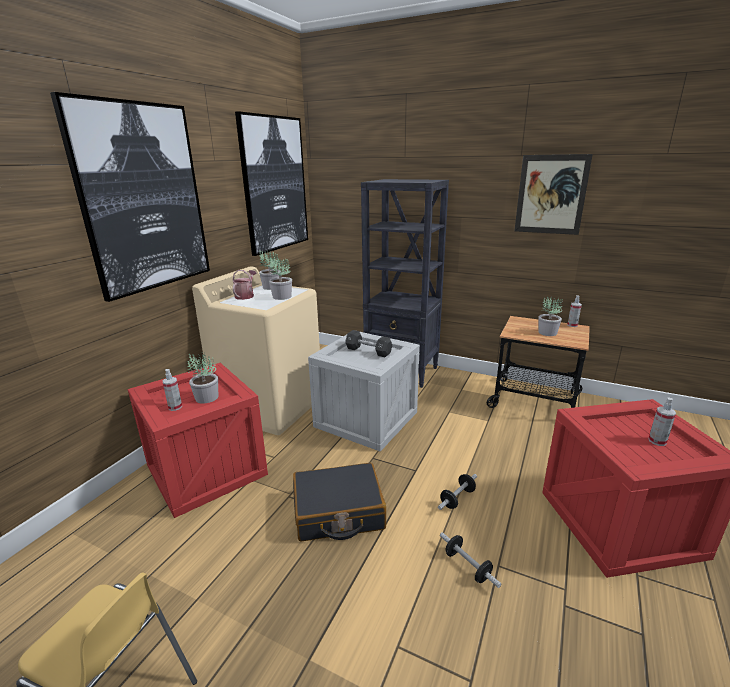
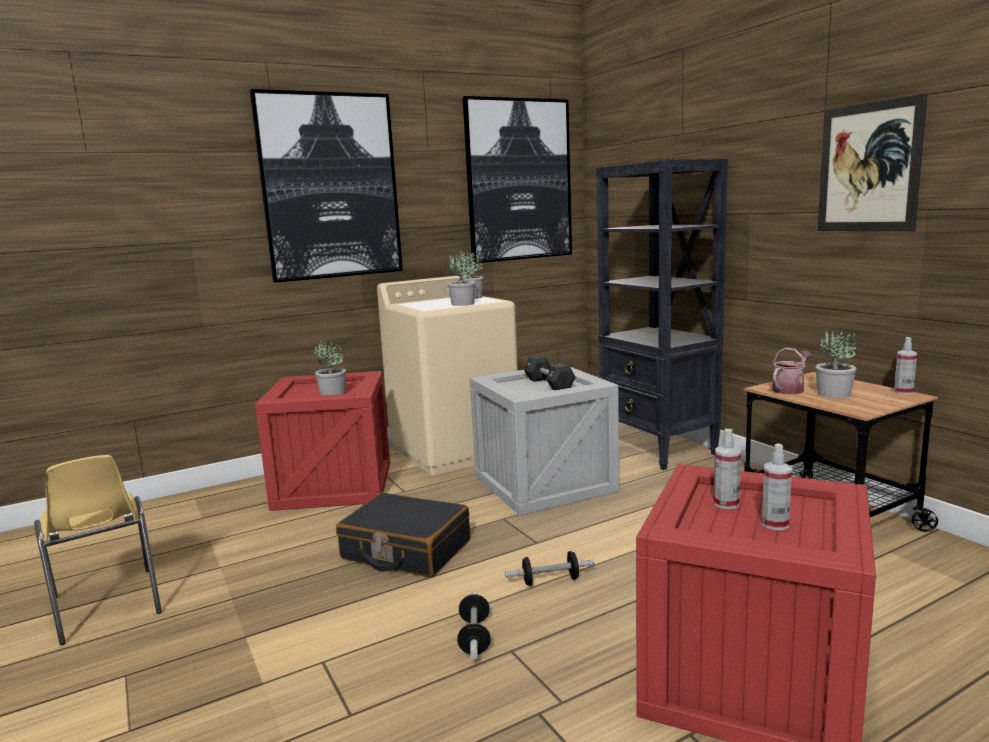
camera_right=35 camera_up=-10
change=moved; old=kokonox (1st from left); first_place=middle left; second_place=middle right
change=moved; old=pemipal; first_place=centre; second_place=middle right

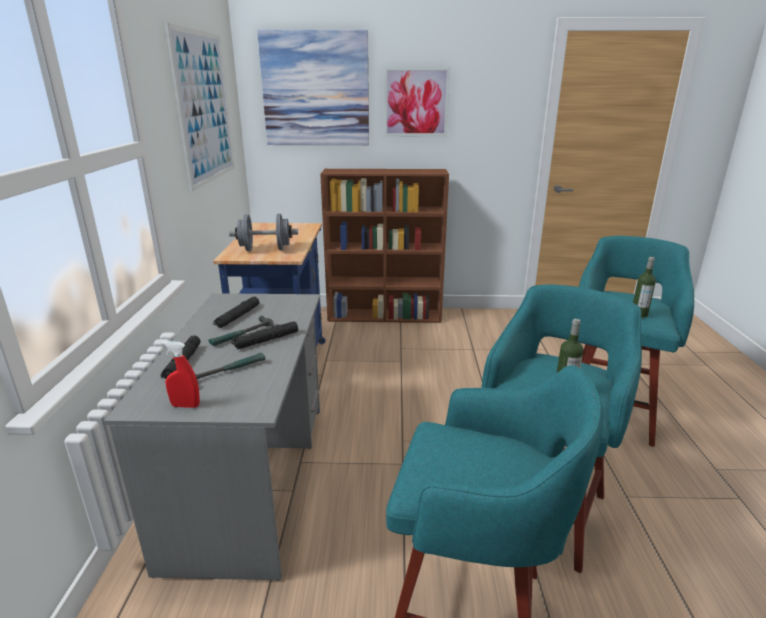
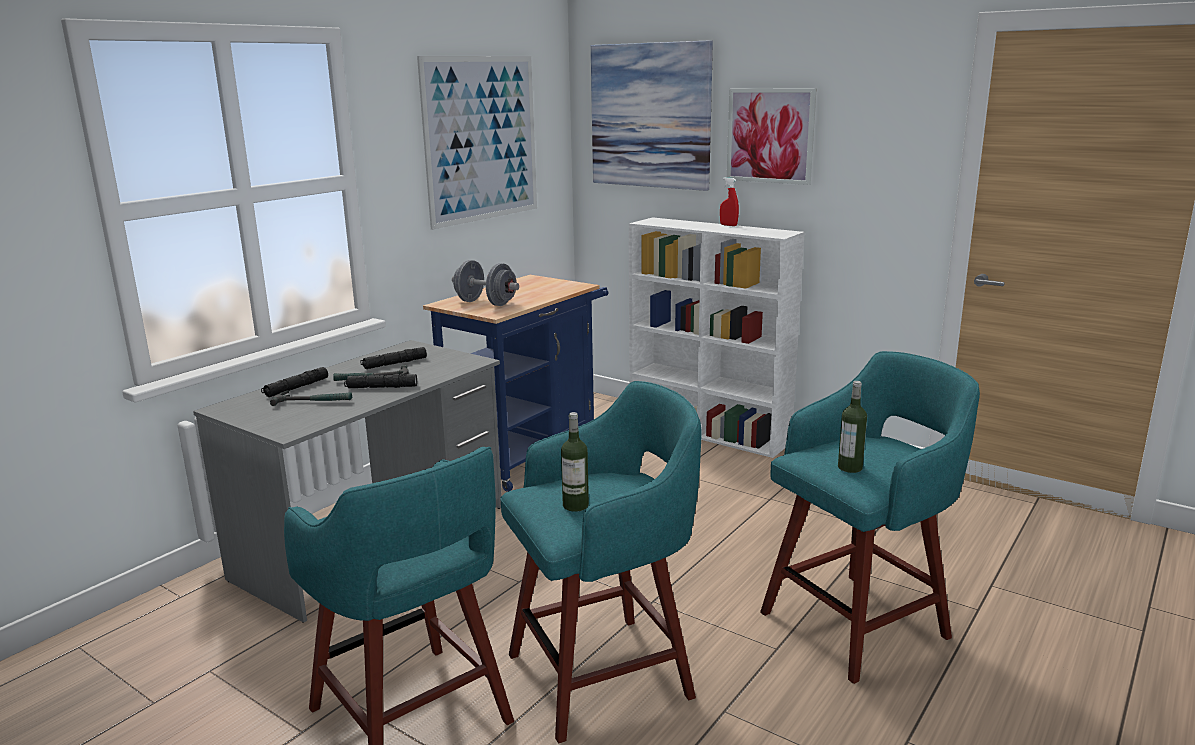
camera_right=35 camera_up=-5
change=recoloured; old=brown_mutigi; new=white_mutigi; first_place=centre; second_place=centre
change=moved; old=red_kokonox; first_place=middle left; second_place=top centre

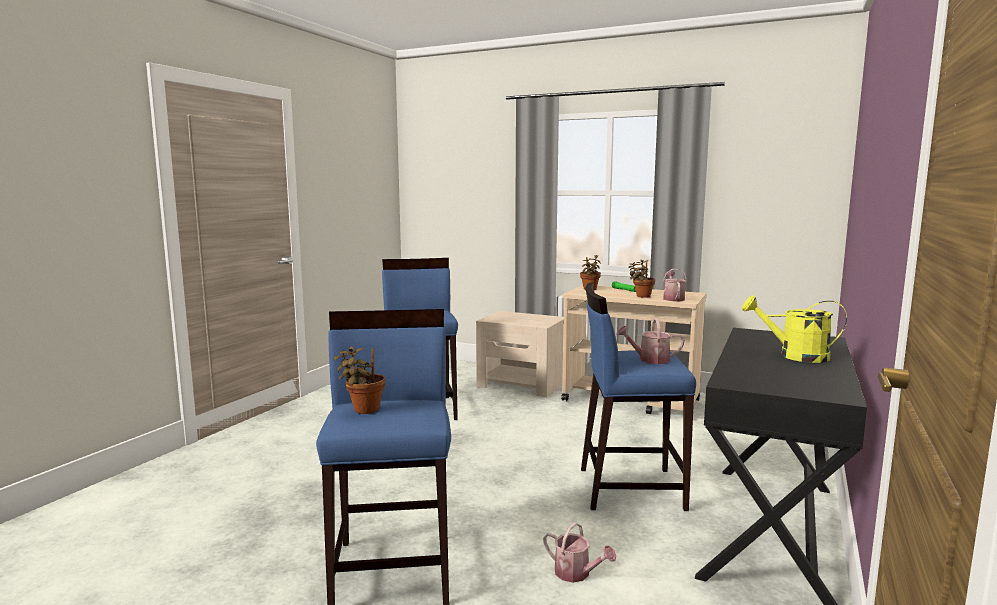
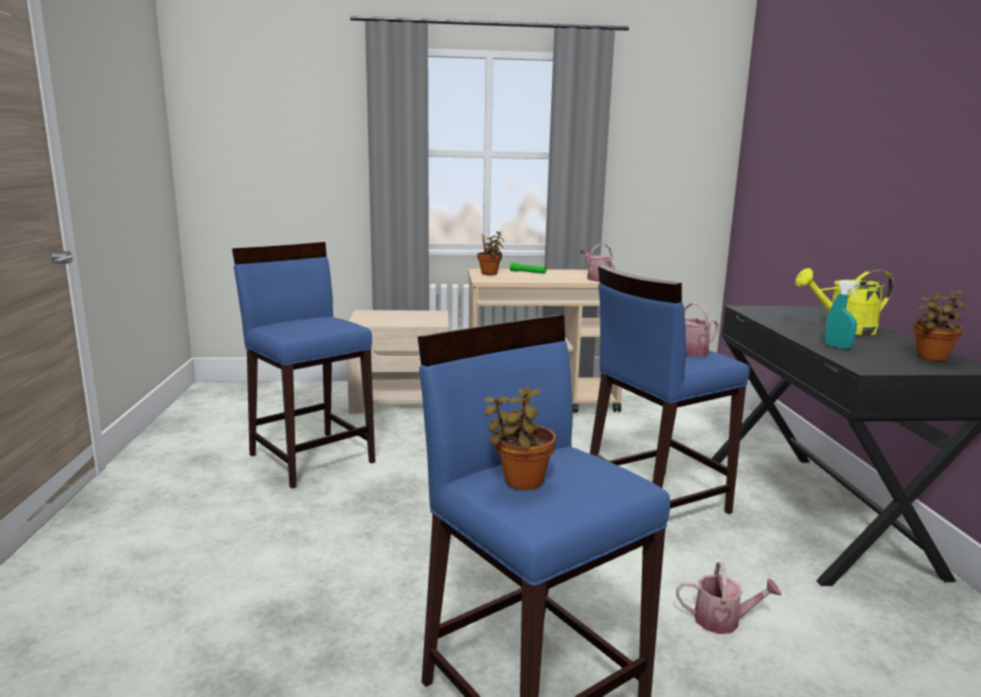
camera_right=-30 camera_up=5
change=added; new=turquoise_kokonox; second_place=middle right
change=moved; old=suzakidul (3rd from left); first_place=centre; second_place=middle right

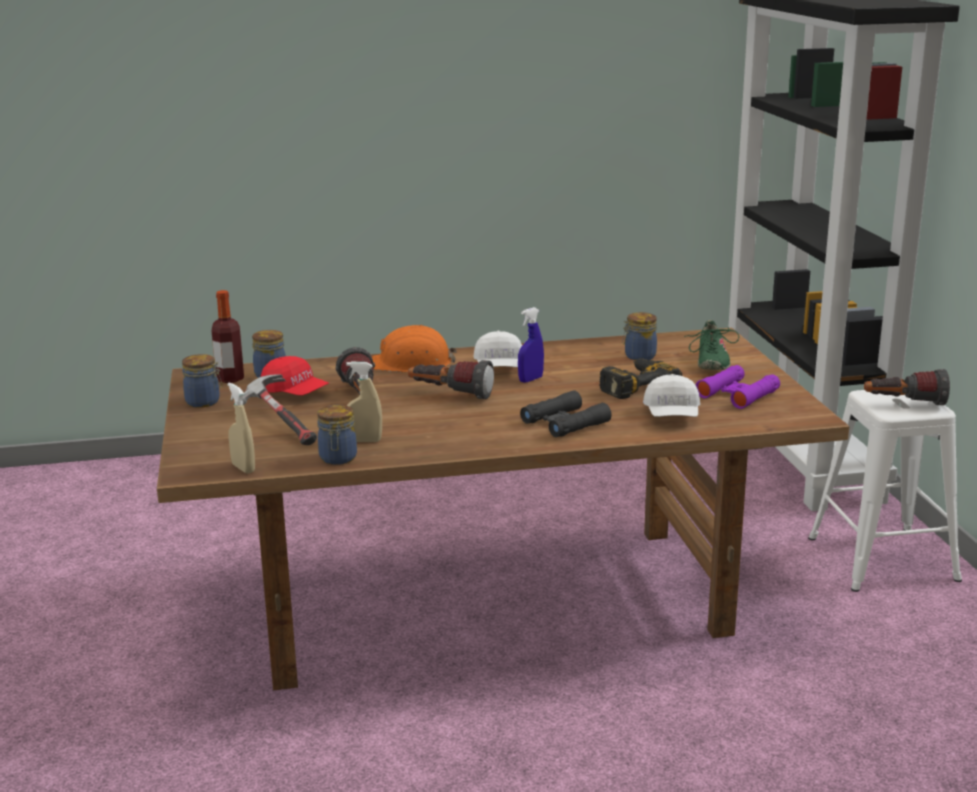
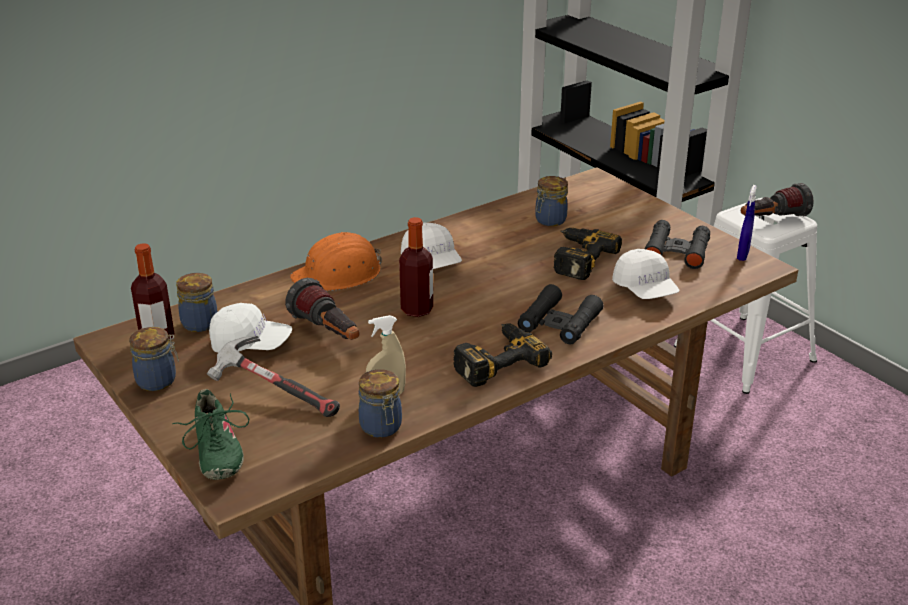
camera_right=-25 camera_up=10
change=moved; old=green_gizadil; first_place=middle right; second_place=bottom left
change=recoloured; old=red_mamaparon; new=white_mamaparon (1st from left); first_place=middle left; second_place=middle left
change=replaced; old=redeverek (2nd from left); new=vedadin (2nd from left); first_place=centre; second_place=centre
change=added; new=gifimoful (1st from left); second_place=centre
change=recoloured; old=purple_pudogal; new=black_pudogal (2nd from left); first_place=middle right; second_place=middle right
change=moved; old=blue_kokonox; first_place=centre; second_place=middle right
change=removed; old=beige_kokonox (1st from left); first_place=middle left

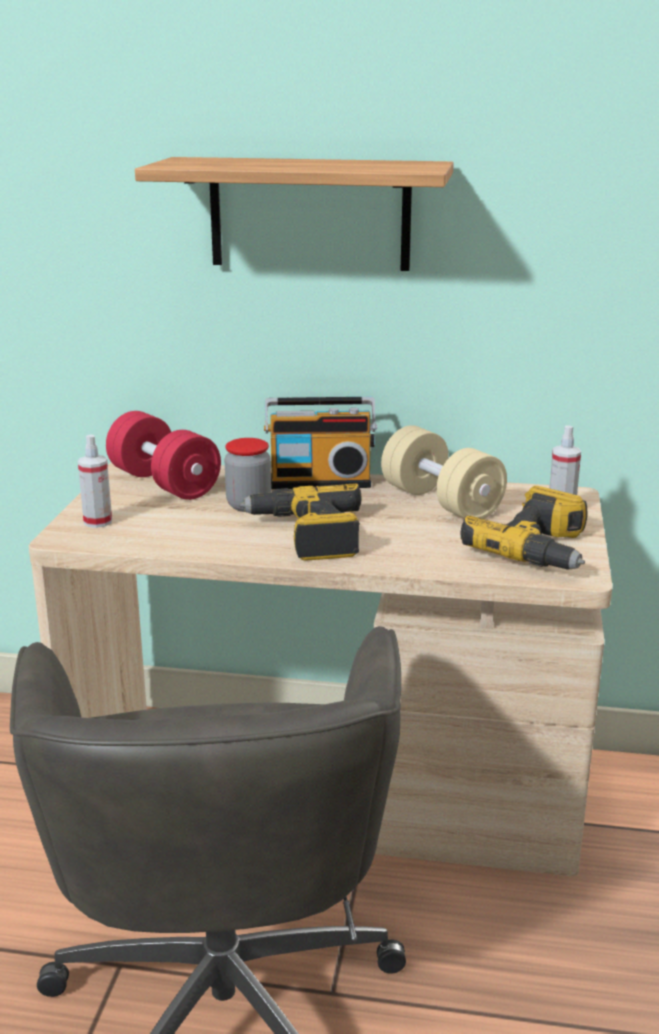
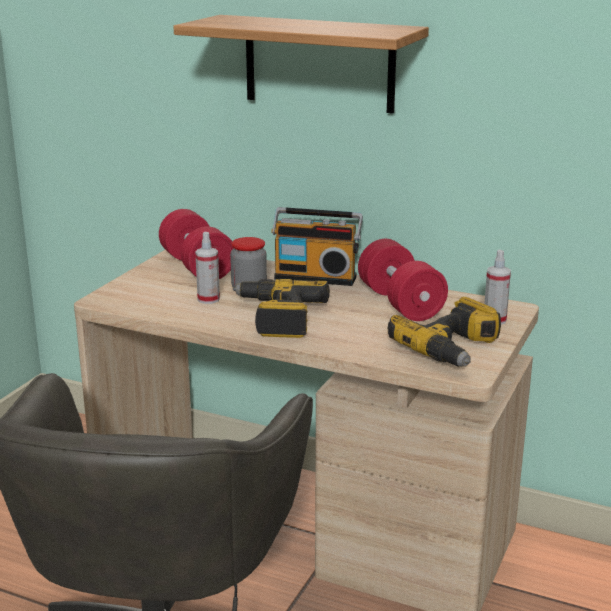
camera_right=15 camera_up=0
change=moved; old=kokonox (1st from left); first_place=middle left; second_place=centre
change=recoloured; old=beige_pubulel; new=red_pubulel (2nd from left); first_place=middle right; second_place=centre

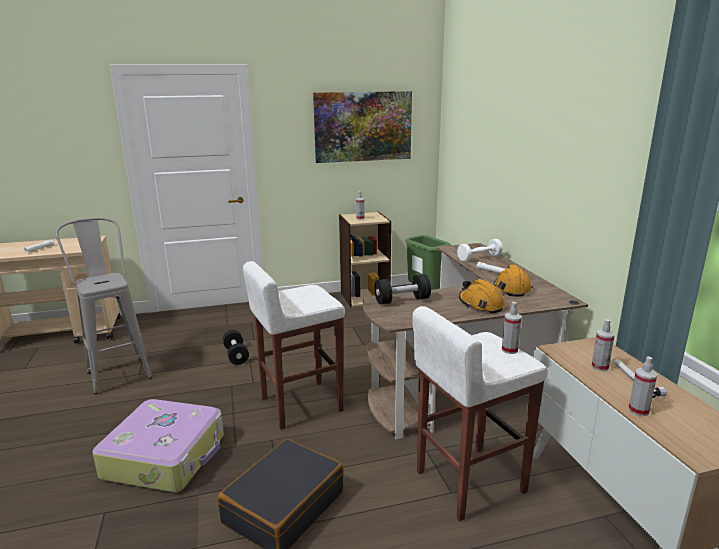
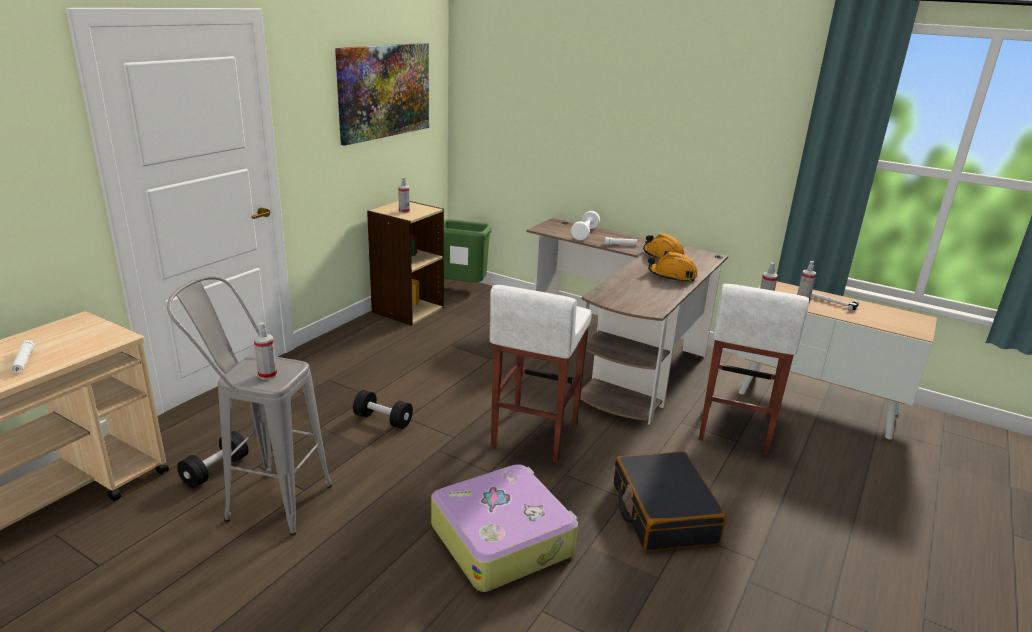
camera_right=-45 camera_up=5
change=moved; old=black_pubulel (2nd from left in the first image); new=black_pubulel (1st from left); first_place=centre; second_place=bottom left
change=moved; old=kokonox (4th from left in the first image); new=kokonox (1st from left); first_place=bottom right; second_place=middle left

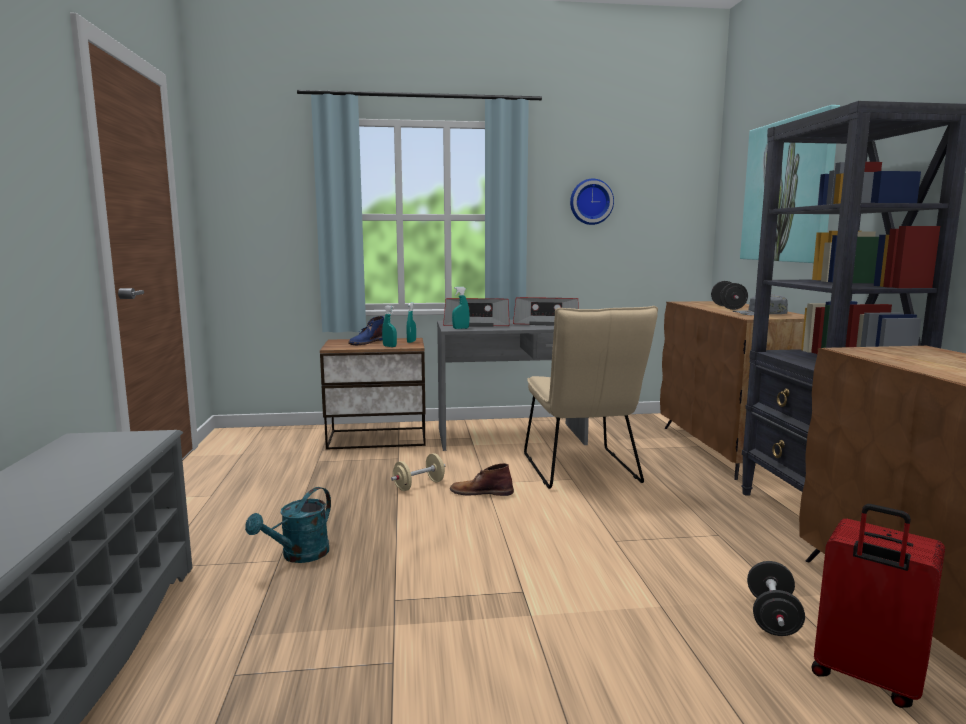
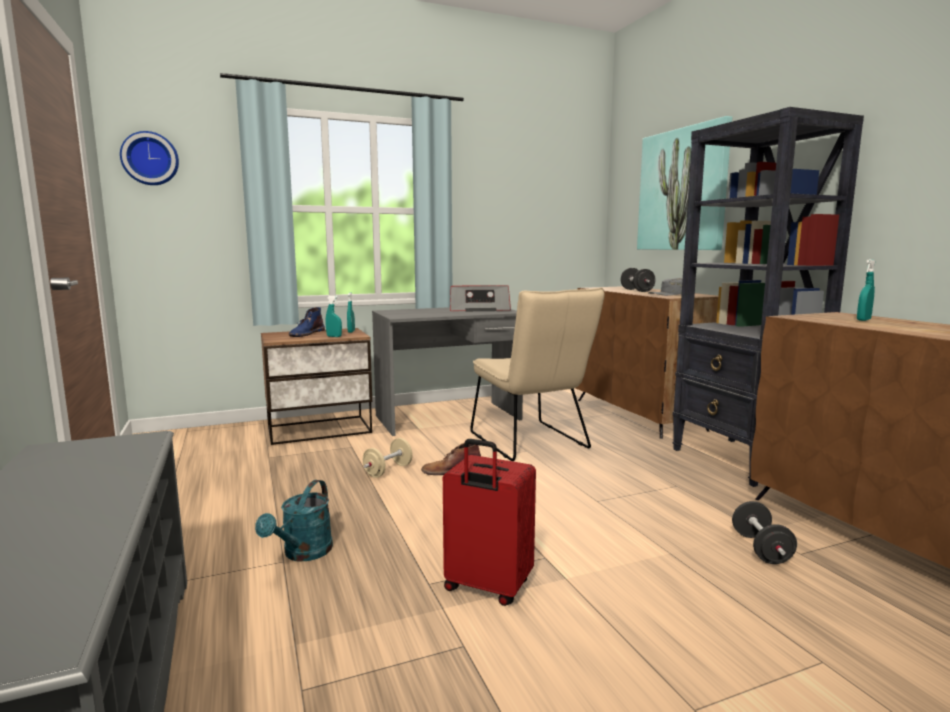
camera_right=-15 camera_up=0
change=moved; old=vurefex; first_place=top centre; second_place=top left
change=moved; old=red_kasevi; first_place=bottom right; second_place=bottom centre
change=moved; old=turquoise_kokonox (3rd from left); first_place=centre; second_place=middle right
change=removed; old=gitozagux (1st from left); first_place=centre

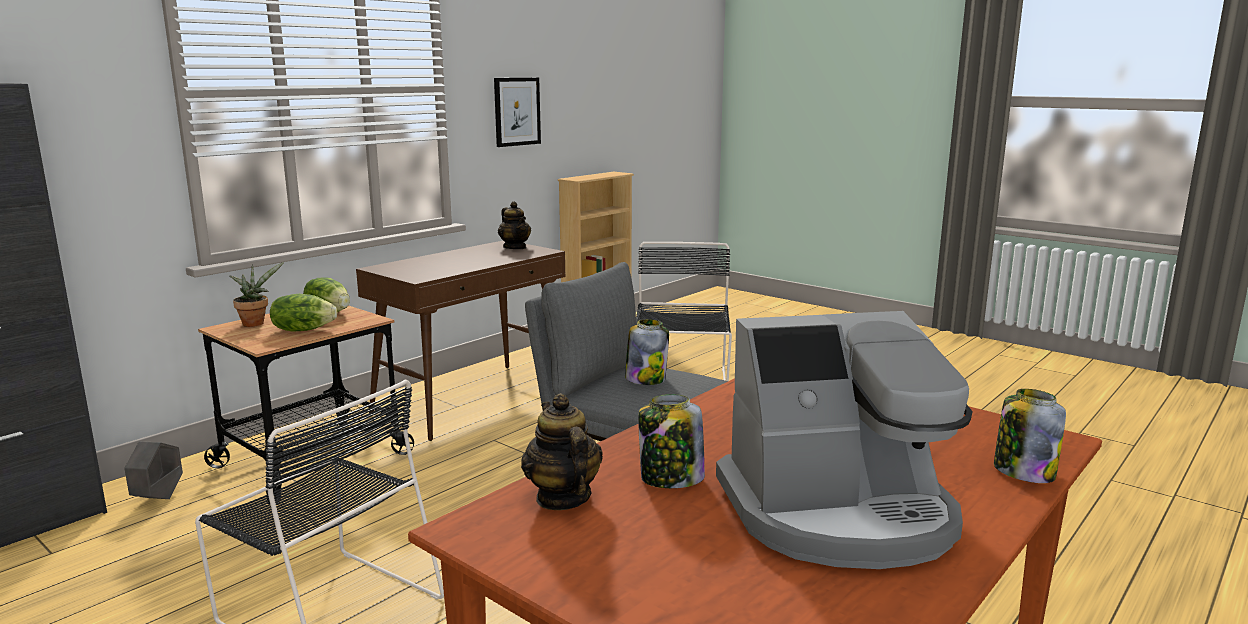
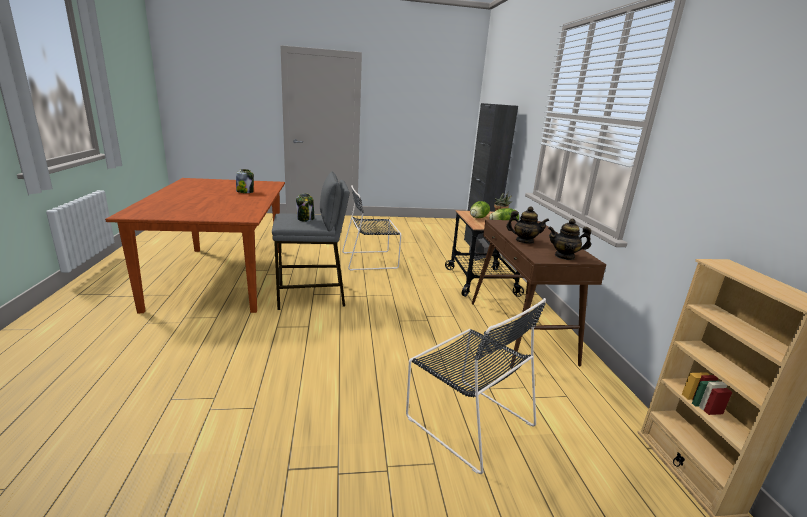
camera_right=130 camera_up=5
change=moved; old=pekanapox (2nd from left in the first image); new=pekanapox (1st from left); first_place=bottom centre; second_place=centre
change=removed; old=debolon; first_place=top centre
change=removed; old=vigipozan; first_place=bottom right
change=removed; old=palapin (3rd from left); first_place=bottom right

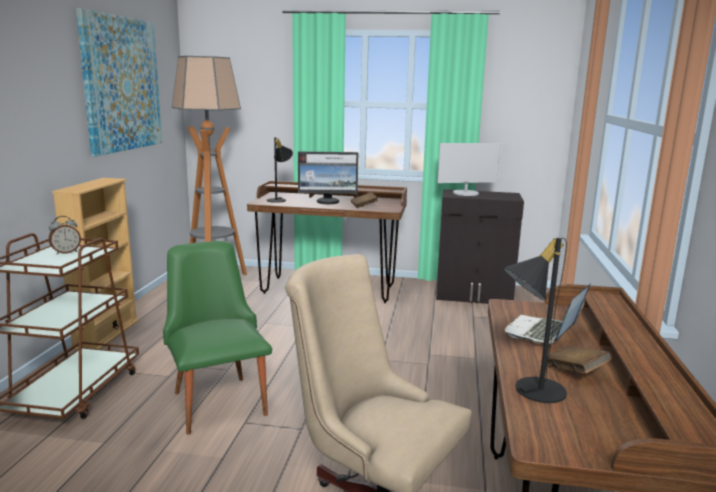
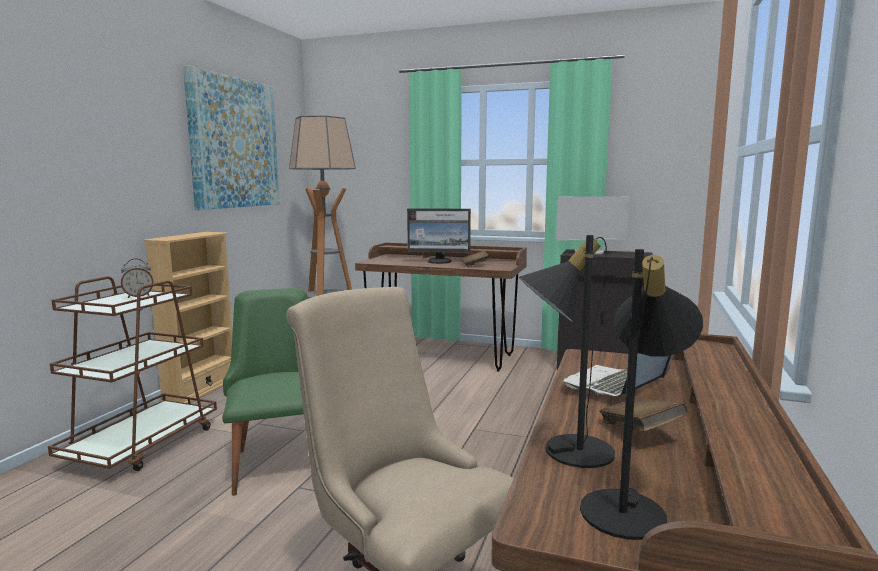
camera_right=10 camera_up=-5
change=moved; old=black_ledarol (1st from left in the first image); new=black_ledarol (2nd from left); first_place=centre; second_place=bottom right

